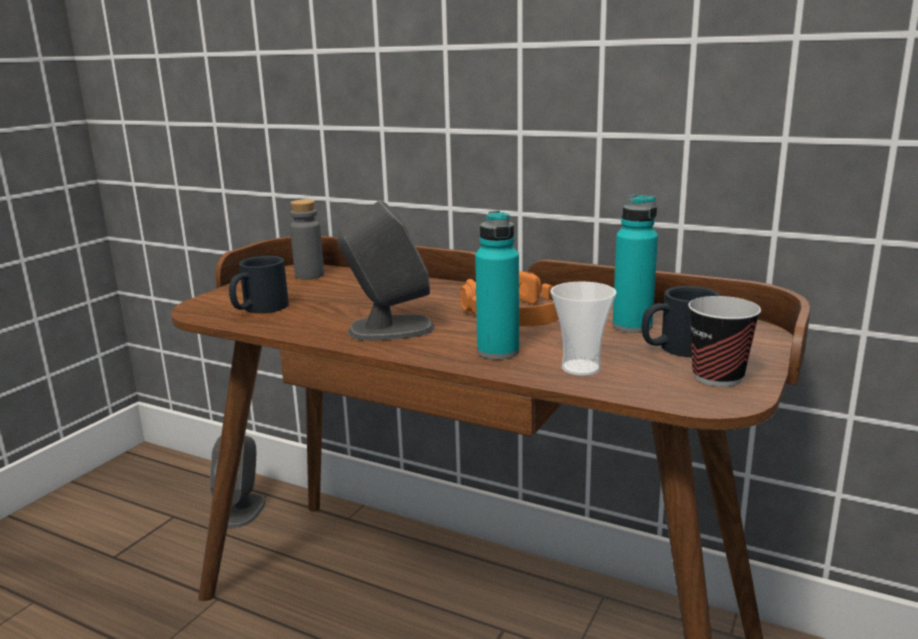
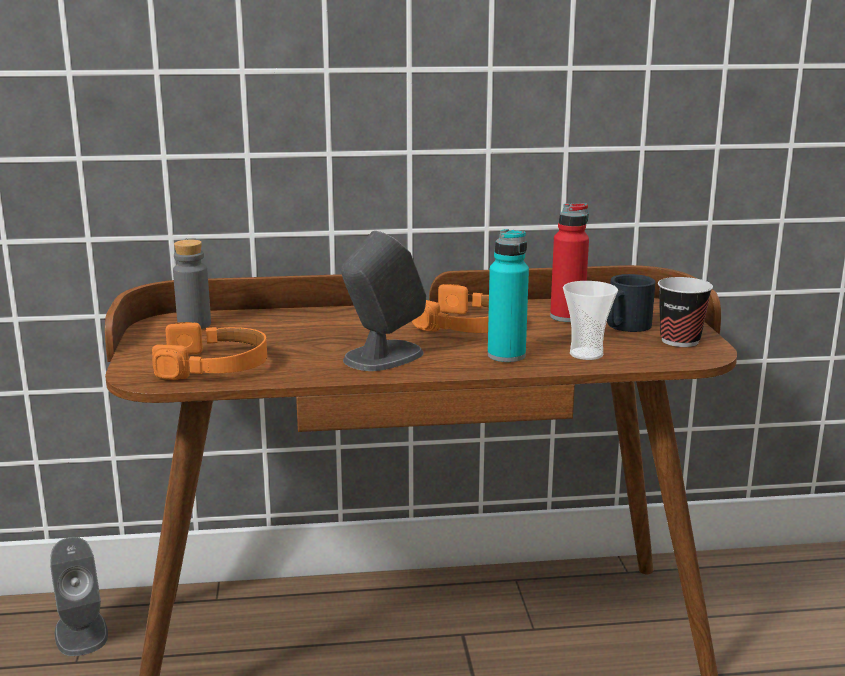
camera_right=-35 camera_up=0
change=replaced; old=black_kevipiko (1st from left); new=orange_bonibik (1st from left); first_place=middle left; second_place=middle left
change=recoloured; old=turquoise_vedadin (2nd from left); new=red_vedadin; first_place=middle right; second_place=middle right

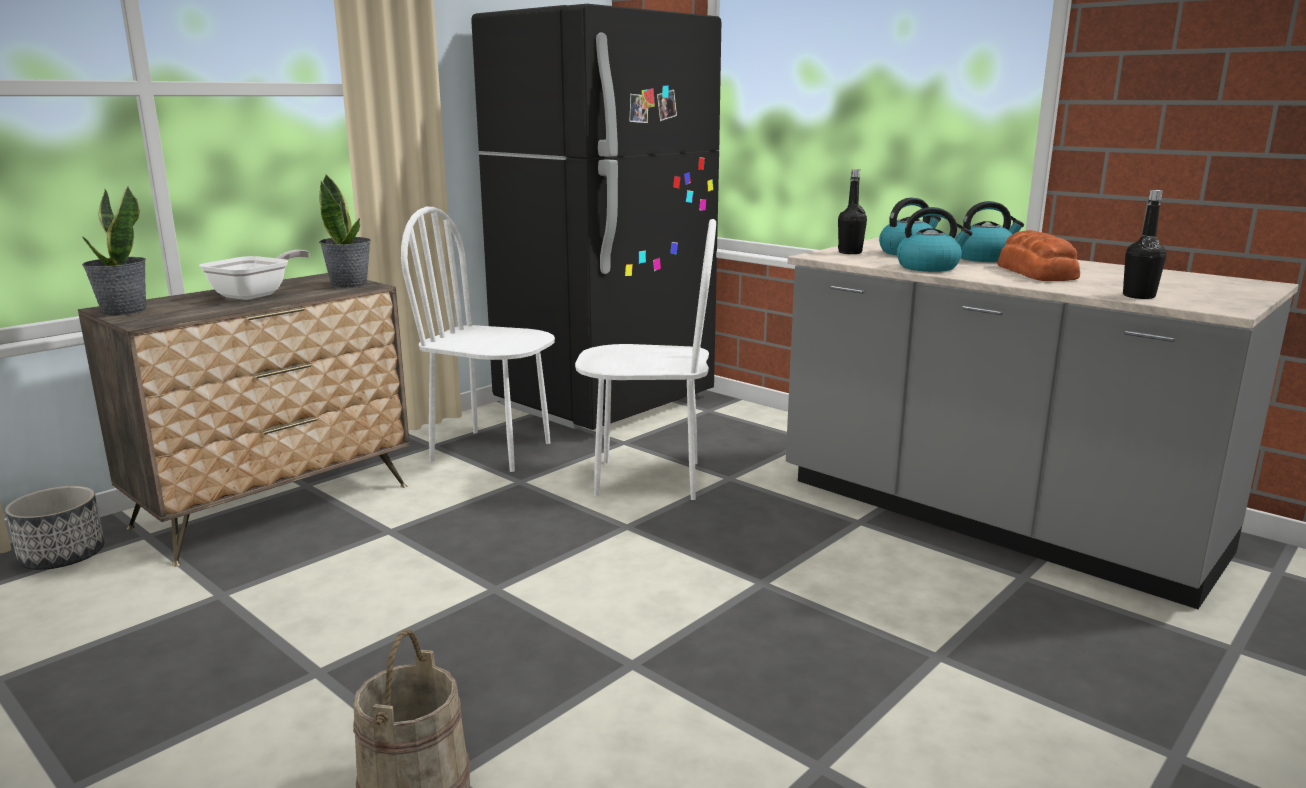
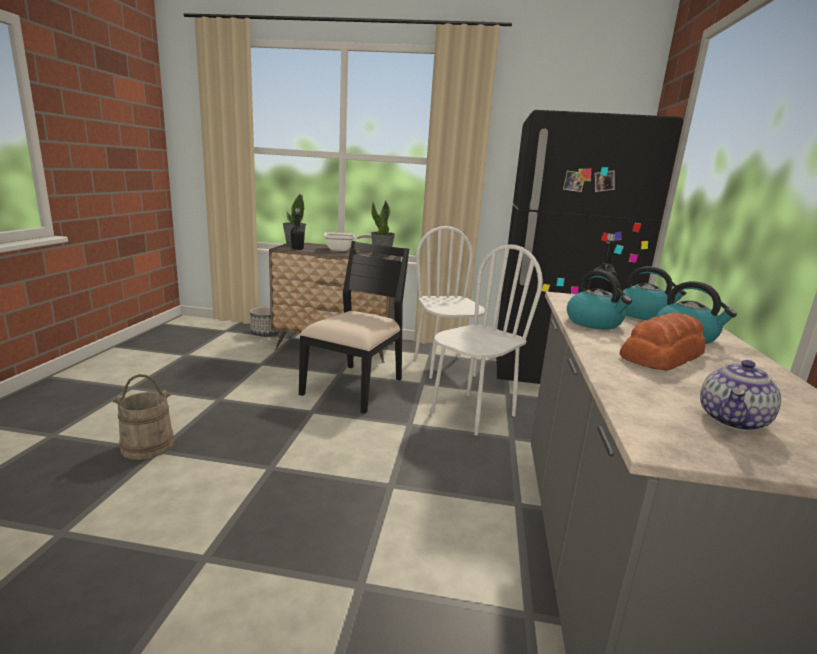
camera_right=55 camera_up=0
change=moved; old=black_vedadin (2nd from left in the first image); new=black_vedadin (1st from left); first_place=top right; second_place=centre
change=added; new=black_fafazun; second_place=centre
change=turned; old=white_fafazun (2nd from left); first_place=centre; second_place=centre; degrees=-105
change=added; new=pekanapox; second_place=middle right

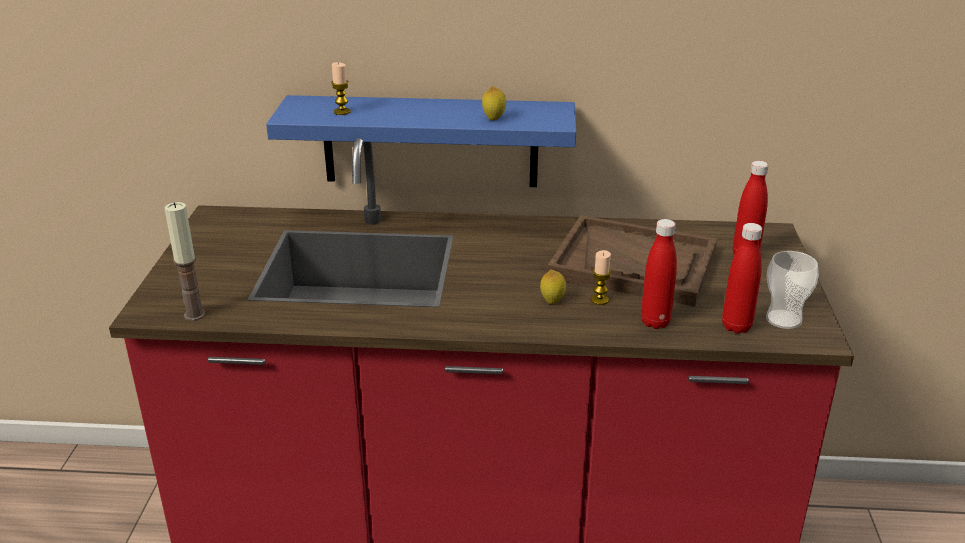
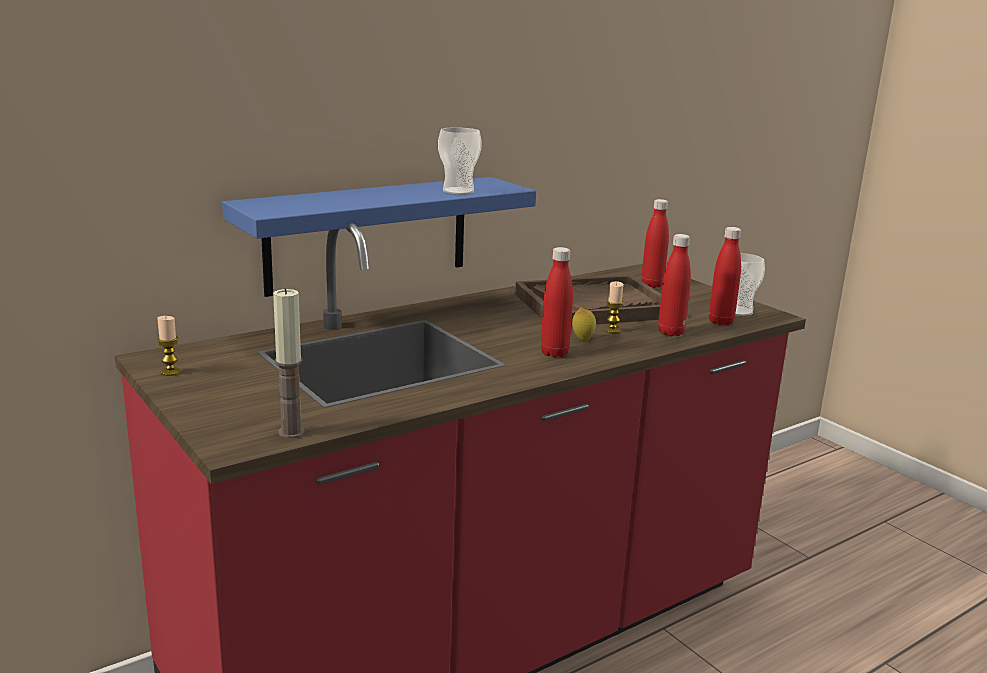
camera_right=-40 camera_up=-10
change=moved; old=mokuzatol (2nd from left in the first image); new=mokuzatol (1st from left); first_place=top centre; second_place=middle left
change=replaced; old=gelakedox (1st from left); new=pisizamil (1st from left); first_place=top centre; second_place=top centre
change=added; new=red_vedadin (1st from left); second_place=centre

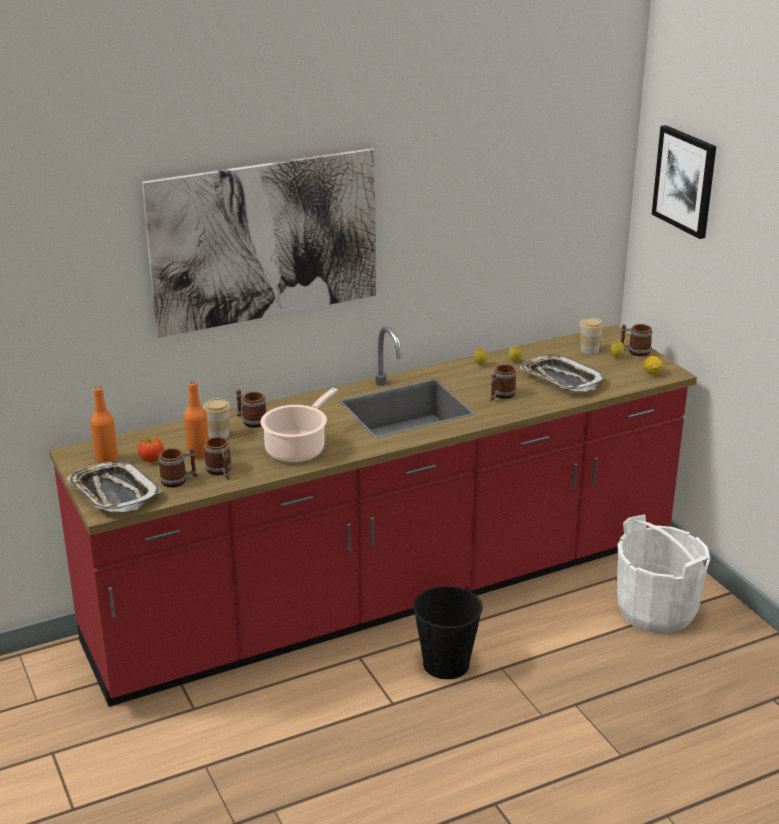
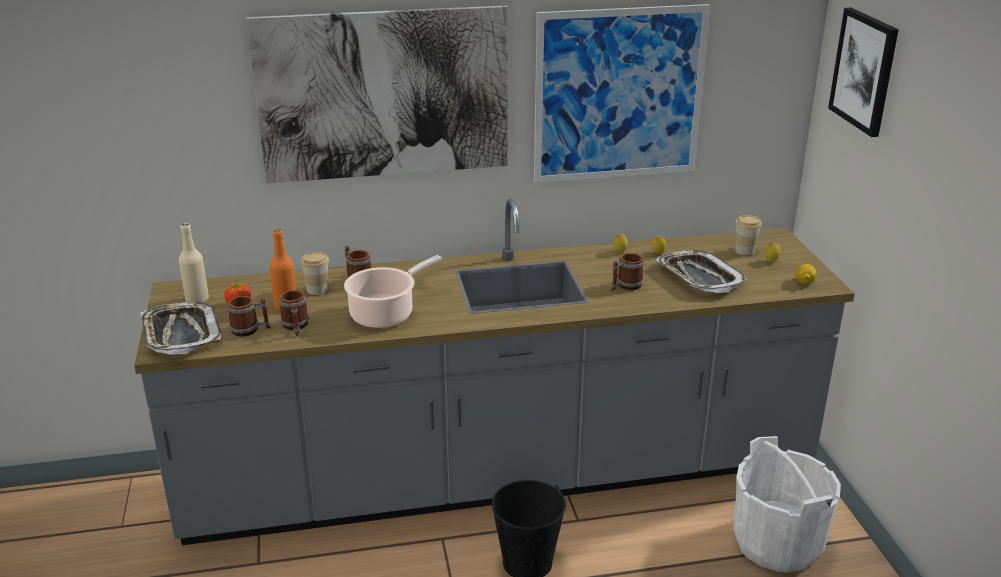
camera_right=15 camera_up=0
change=recoloured; old=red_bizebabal; new=grey_bizebabal; first_place=centre; second_place=centre
change=recoloured; old=orange_vedadin (1st from left); new=beige_vedadin; first_place=middle left; second_place=middle left
change=added; new=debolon (2nd from left); second_place=top centre
change=removed; old=kevipiko (5th from left); first_place=middle right

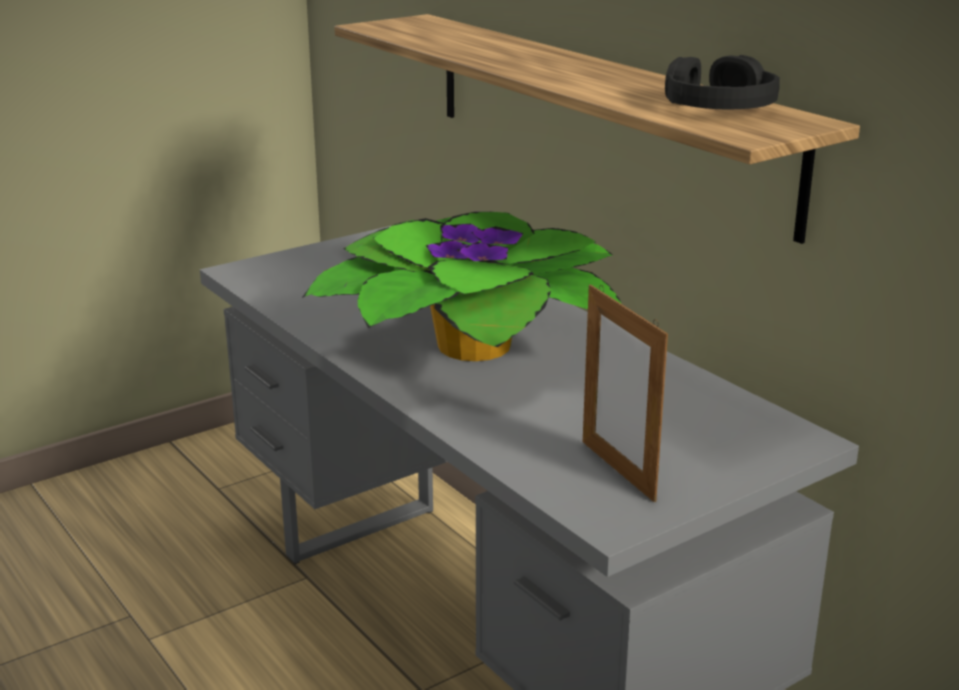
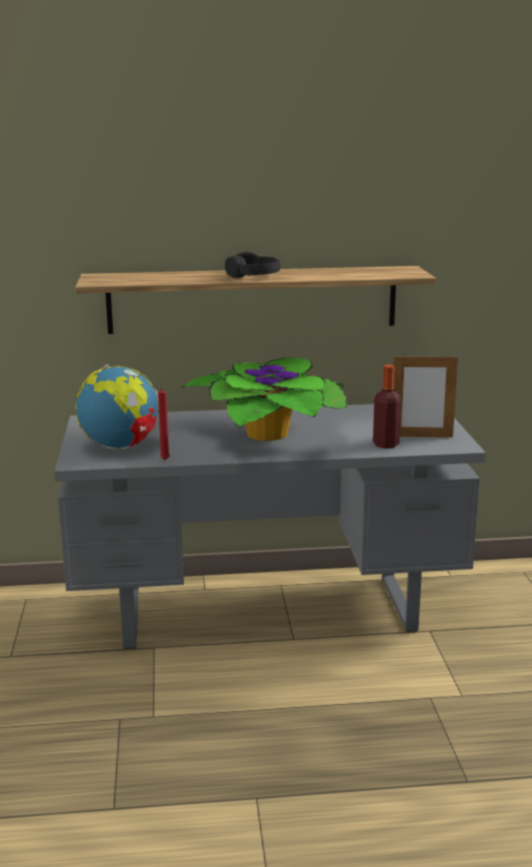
camera_right=-60 camera_up=-5
change=added; new=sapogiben; second_place=middle left
change=added; new=red_mokuzatol; second_place=middle left
change=moved; old=black_bonibik; first_place=top right; second_place=top centre
change=added; new=vedadin; second_place=middle right

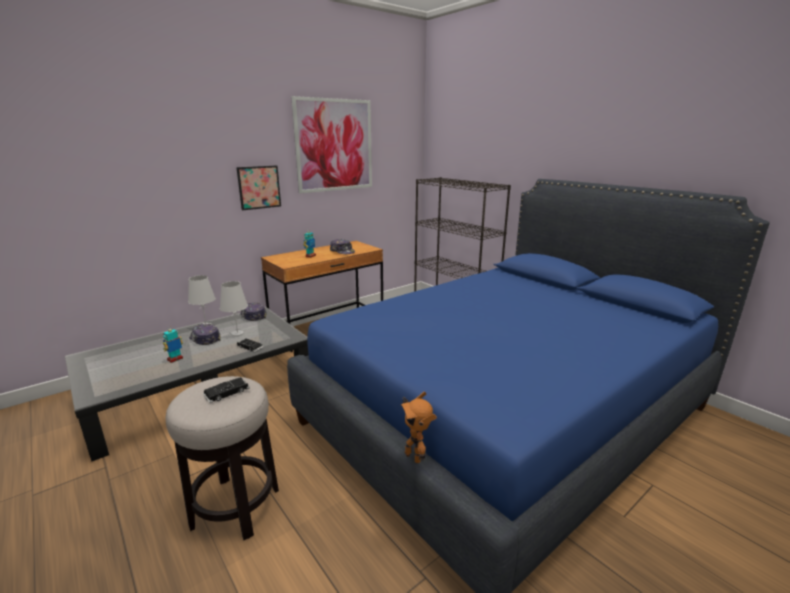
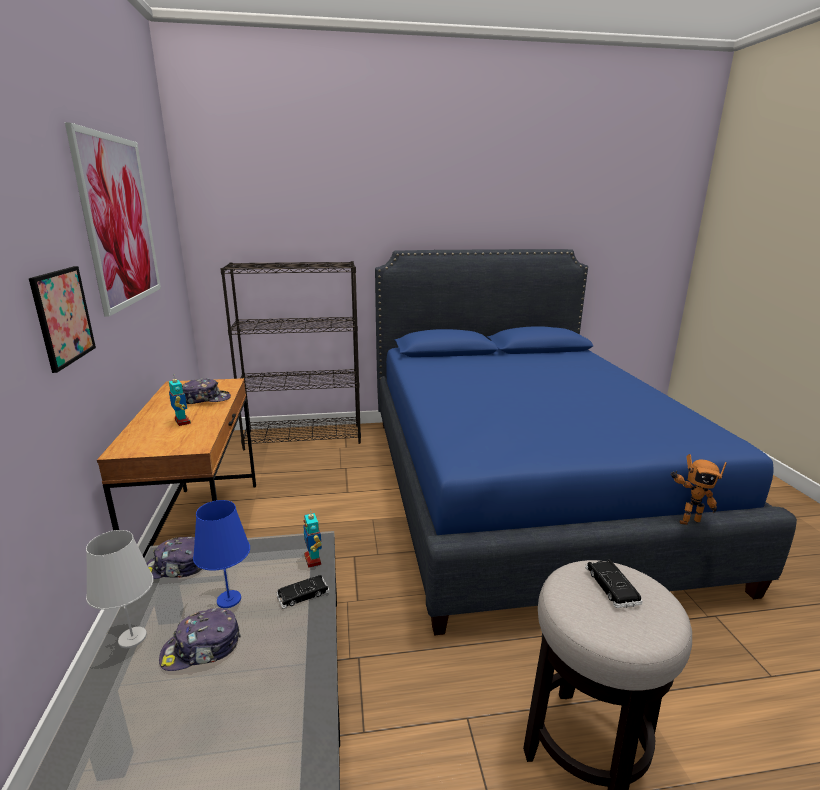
camera_right=-60 camera_up=0
change=recoloured; old=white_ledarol (2nd from left); new=blue_ledarol; first_place=middle left; second_place=bottom left
change=moved; old=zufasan (1st from left in the first image); new=zufasan (2nd from left); first_place=middle left; second_place=bottom centre

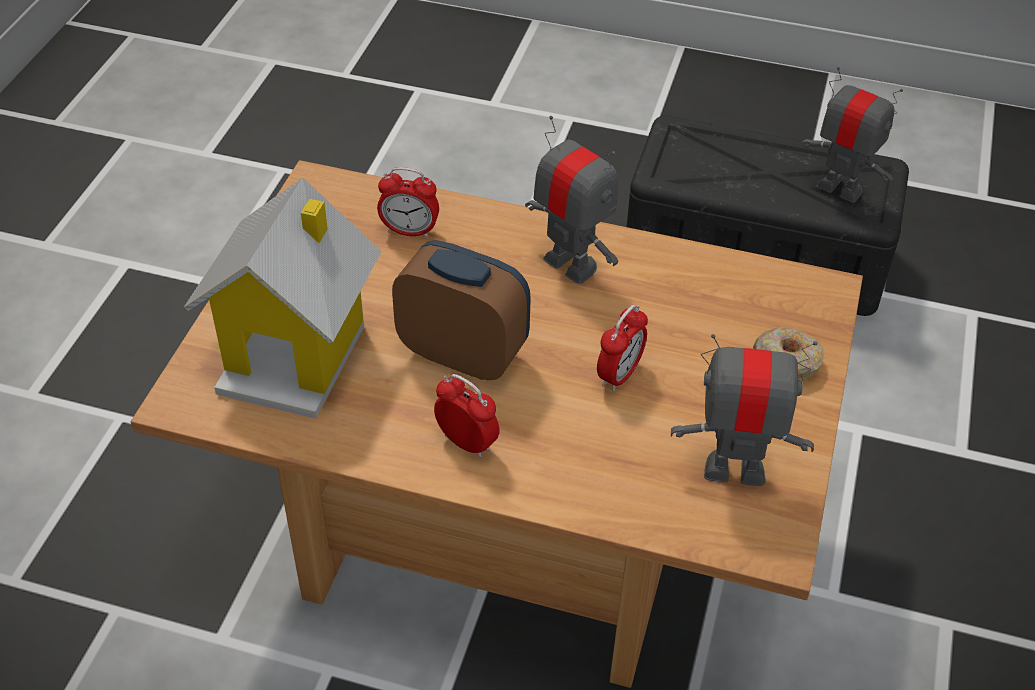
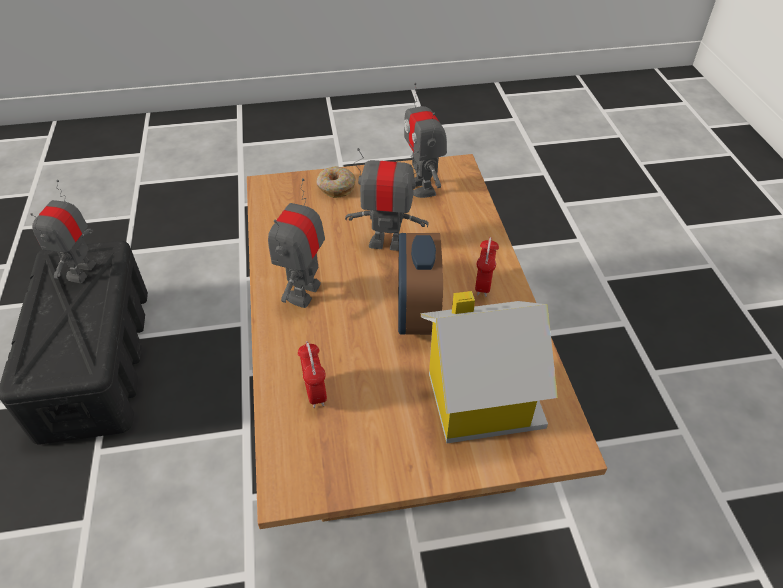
camera_right=-115 camera_up=0
change=replaced; old=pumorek (4th from left); new=zufasan (3rd from left); first_place=centre; second_place=centre

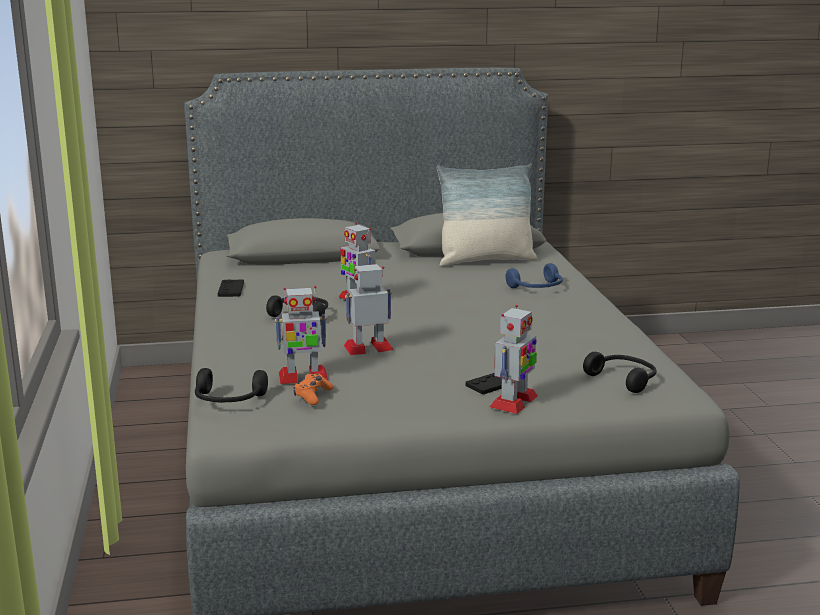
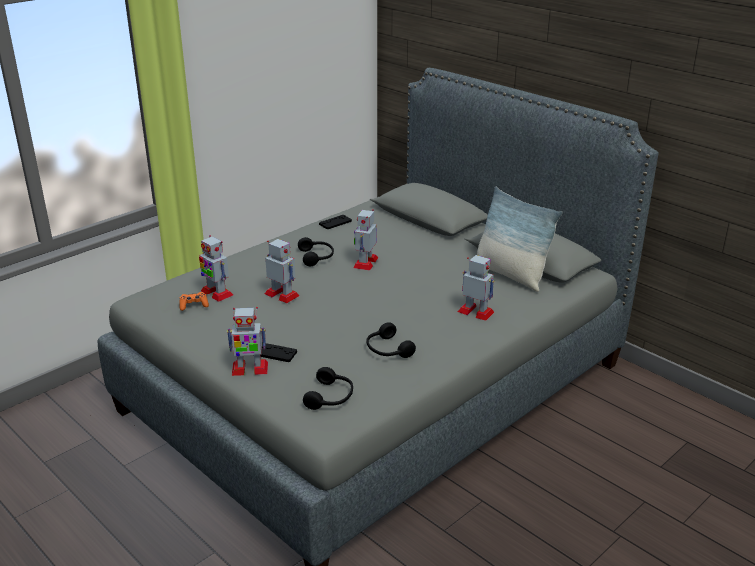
camera_right=55 camera_up=10
change=moved; old=black_bonibik (1st from left in the first image); new=black_bonibik (3rd from left); first_place=middle left; second_place=centre
change=replaced; old=blue_bonibik; new=zufasan (5th from left); first_place=centre; second_place=centre

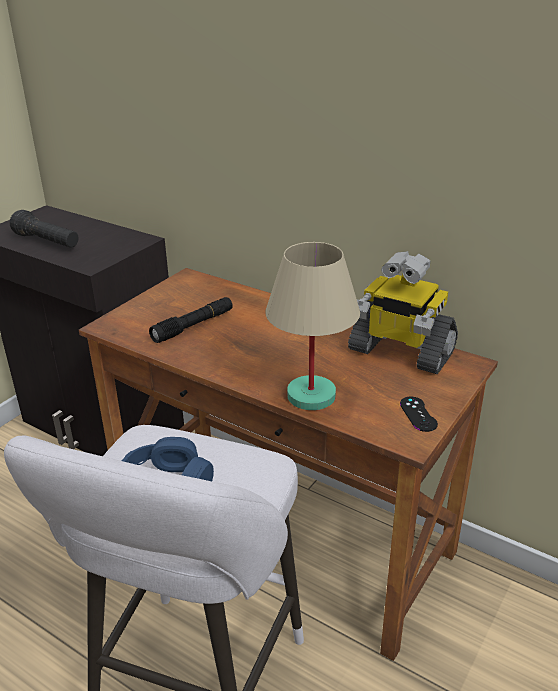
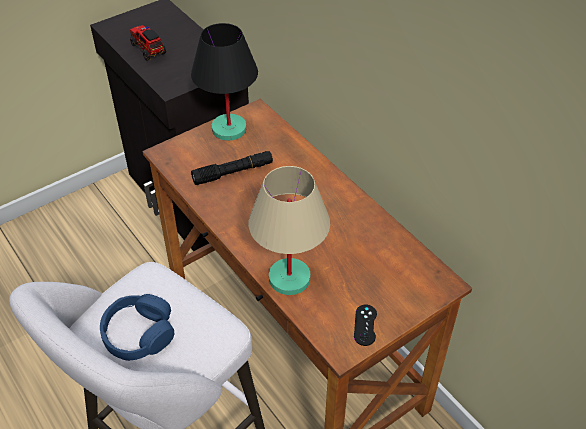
camera_right=20 camera_up=15
change=replaced; old=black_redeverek (1st from left); new=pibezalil; first_place=top left; second_place=top left
change=added; new=black_ledarol; second_place=top centre
change=removed; old=zufasan; first_place=middle right

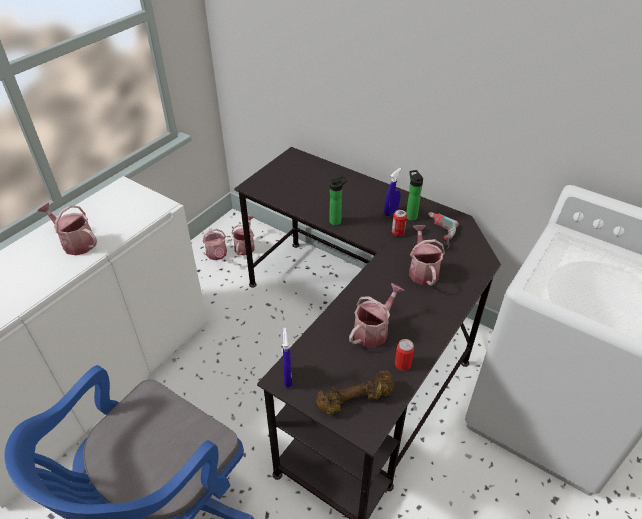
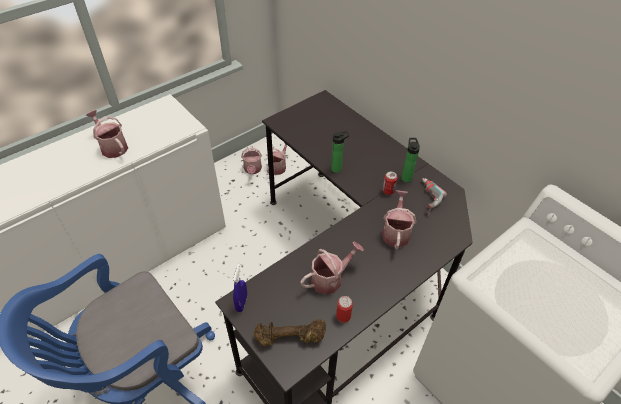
camera_right=15 camera_up=5
change=removed; old=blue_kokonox (2nd from left); first_place=centre

